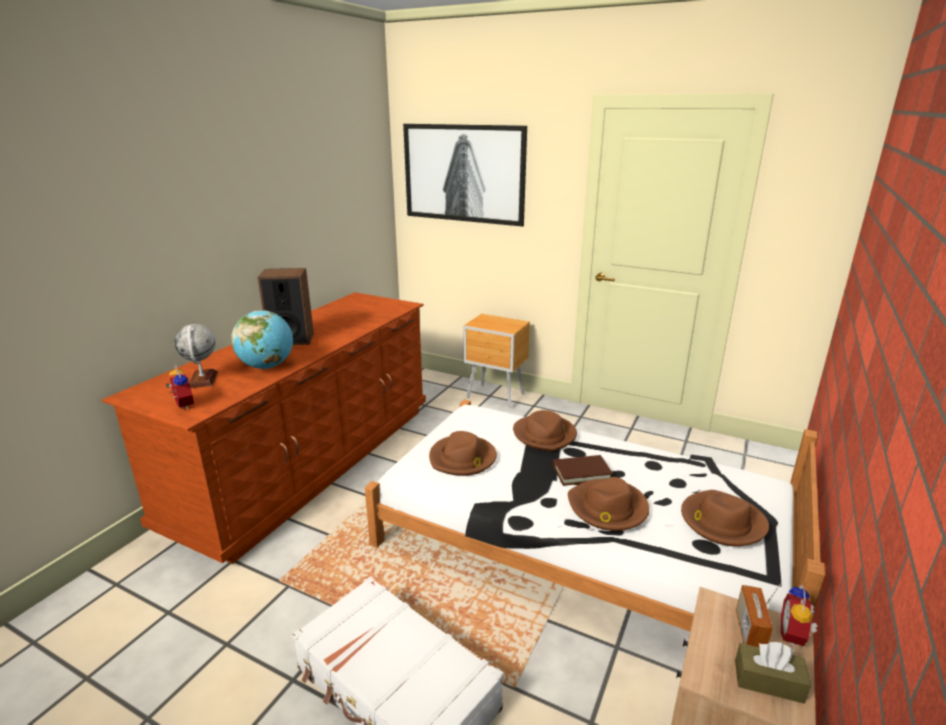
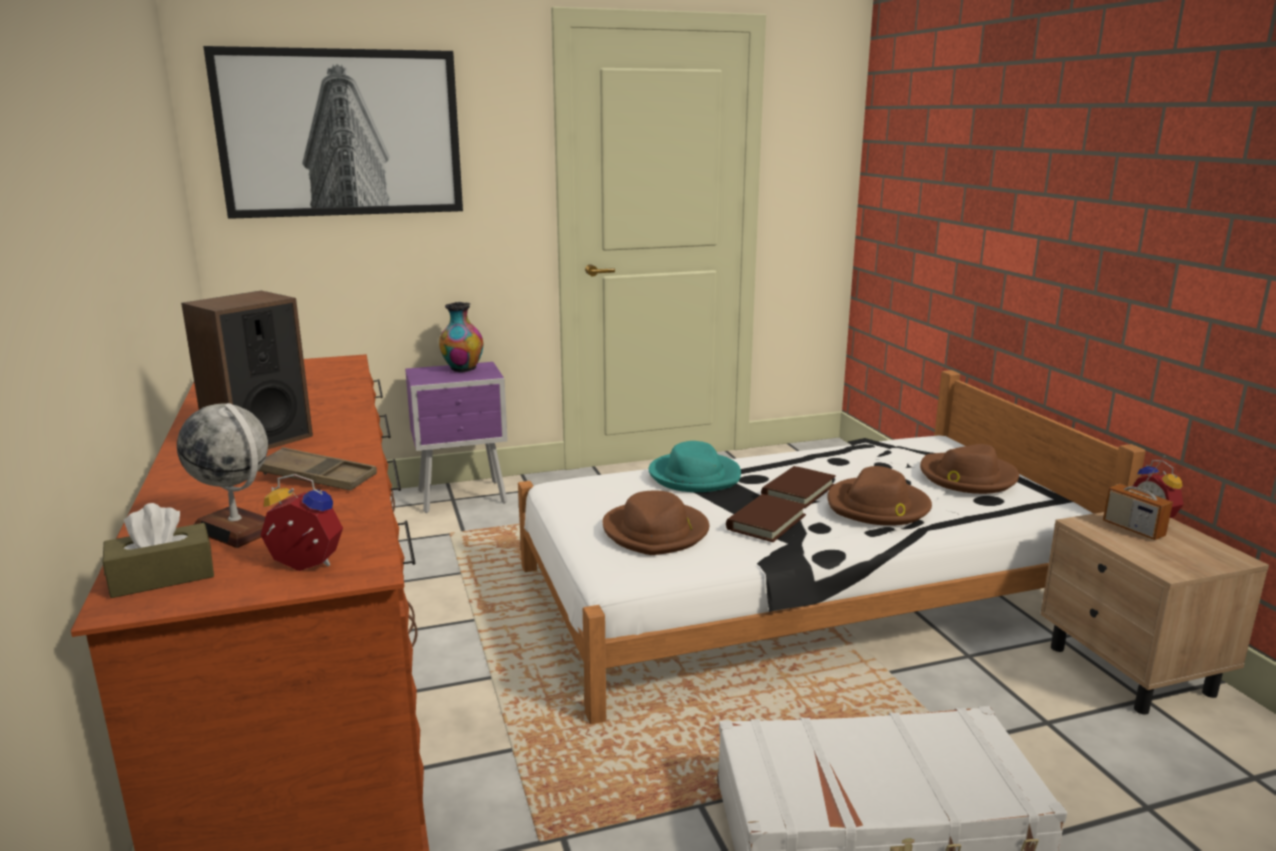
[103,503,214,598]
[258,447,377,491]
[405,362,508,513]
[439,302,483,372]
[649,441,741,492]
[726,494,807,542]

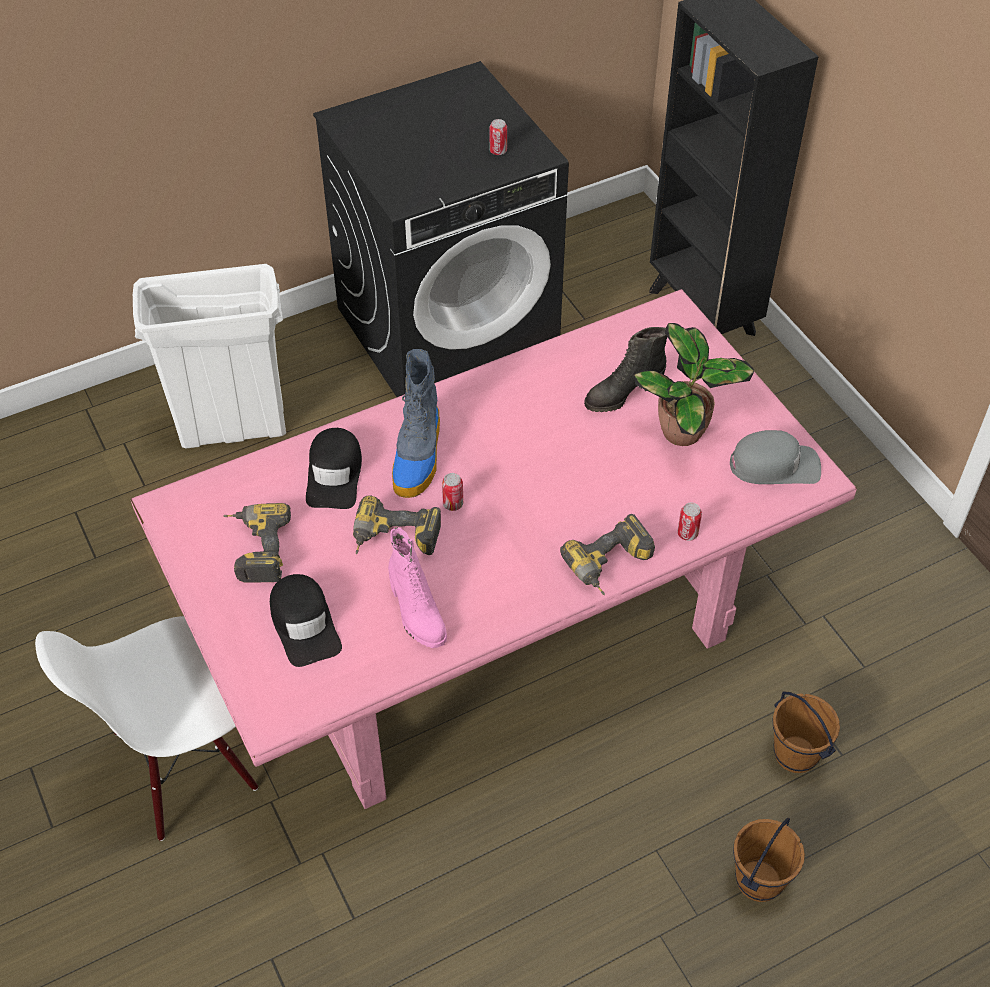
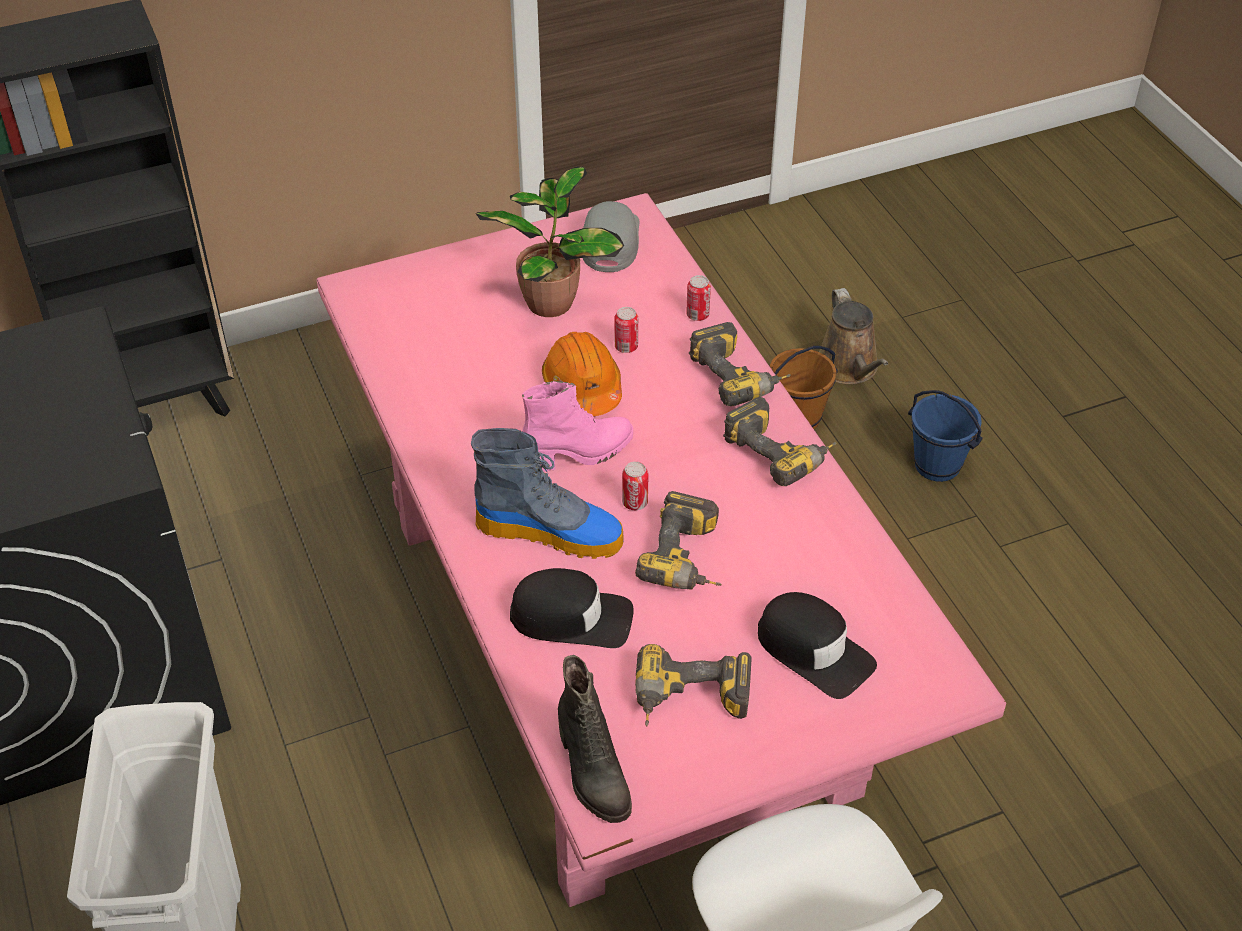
[522,381,633,472]
[542,332,622,416]
[558,655,632,823]
[614,307,638,353]
[723,397,836,486]
[758,592,877,699]
[819,288,888,384]
[908,390,983,482]

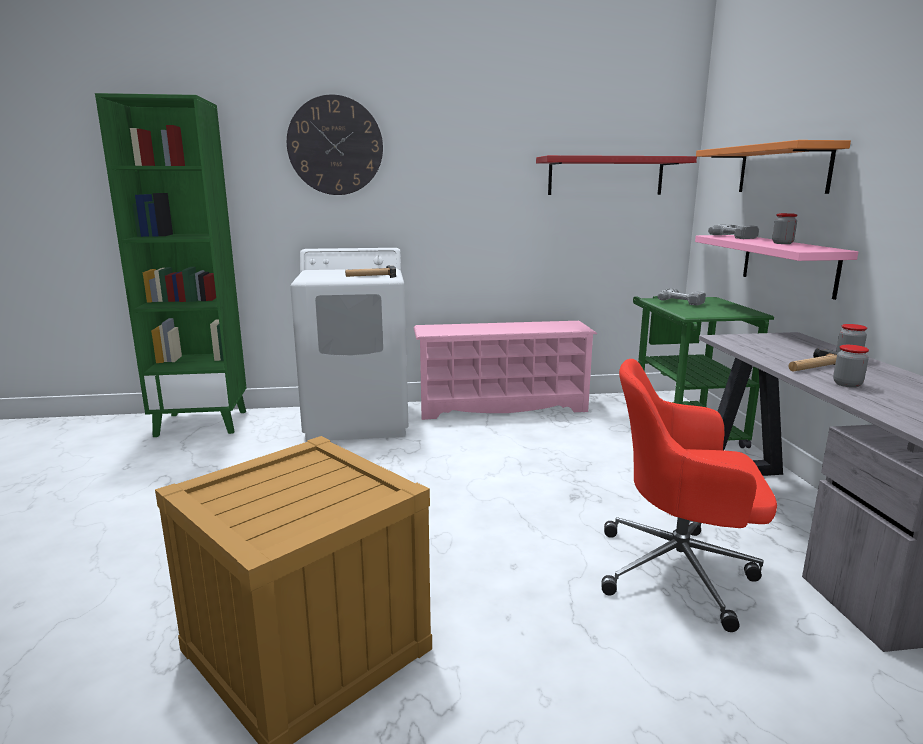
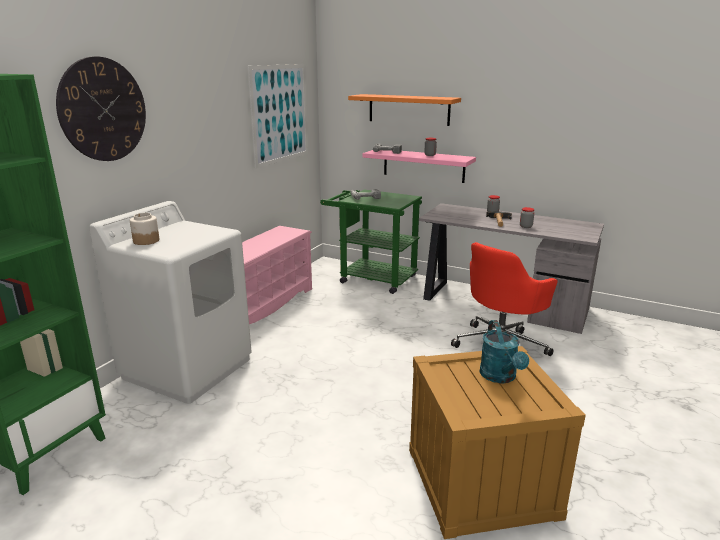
[130,213,159,245]
[248,64,308,168]
[479,320,529,383]
[345,265,396,278] (first image)

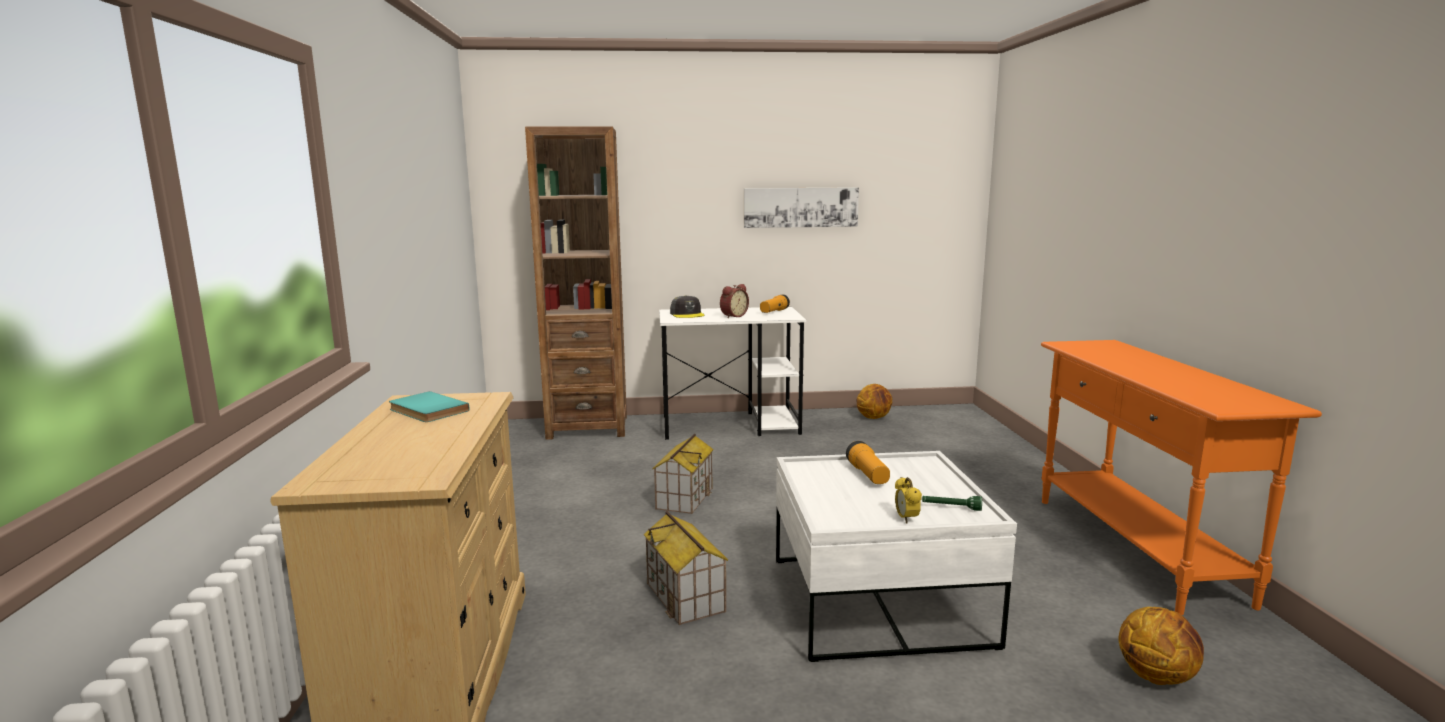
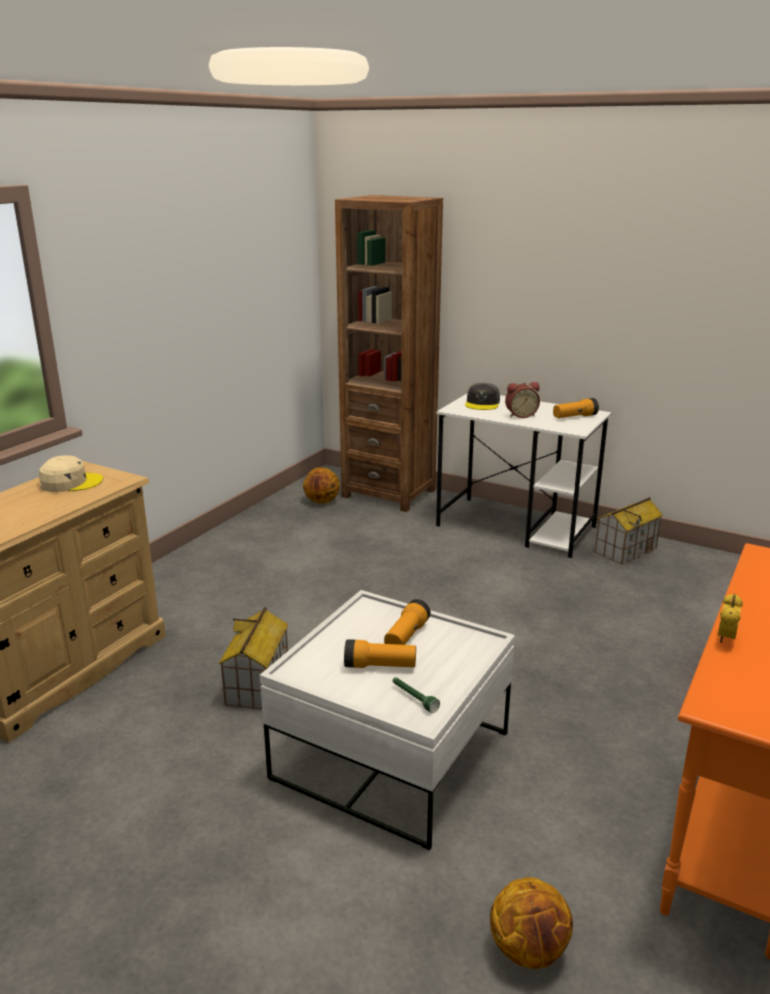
[39,456,103,492]
[303,467,340,503]
[344,639,416,668]
[595,497,663,565]
[718,594,743,643]
[744,187,859,228] (first image)

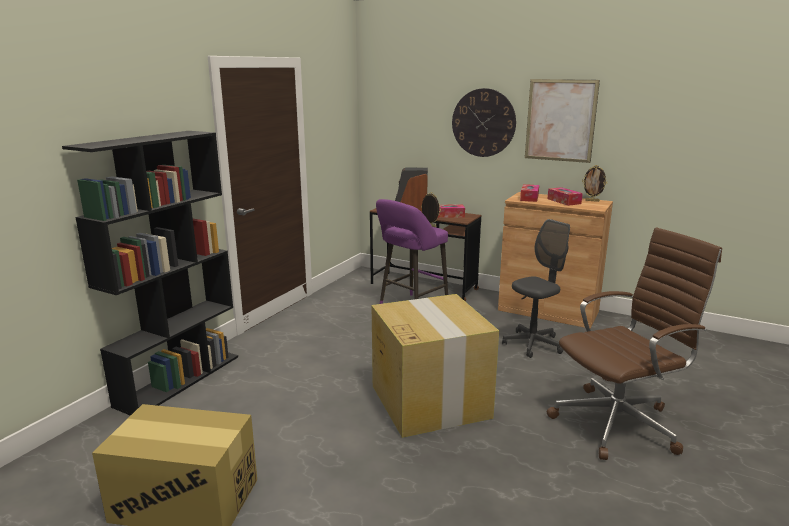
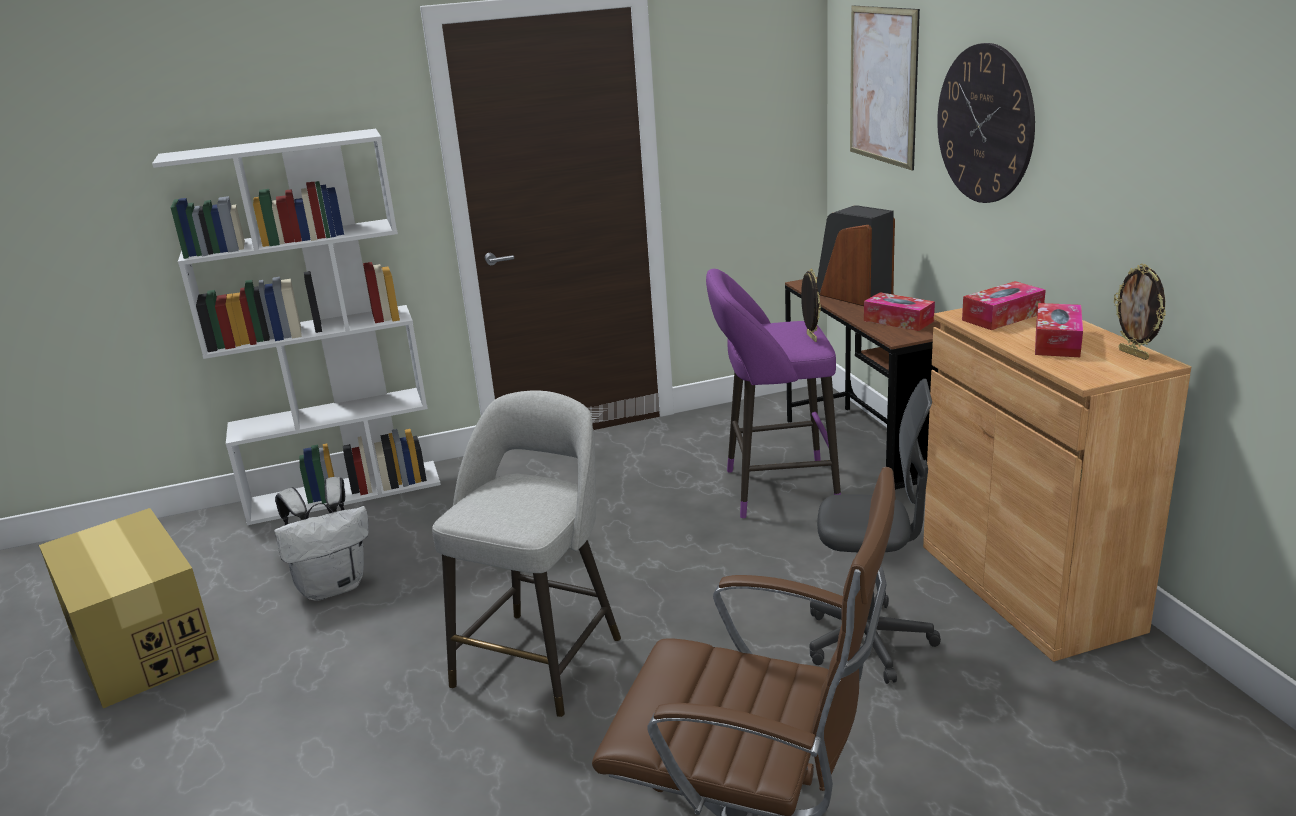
[152,129,441,525]
[274,477,369,601]
[432,391,621,717]
[850,6,920,171]

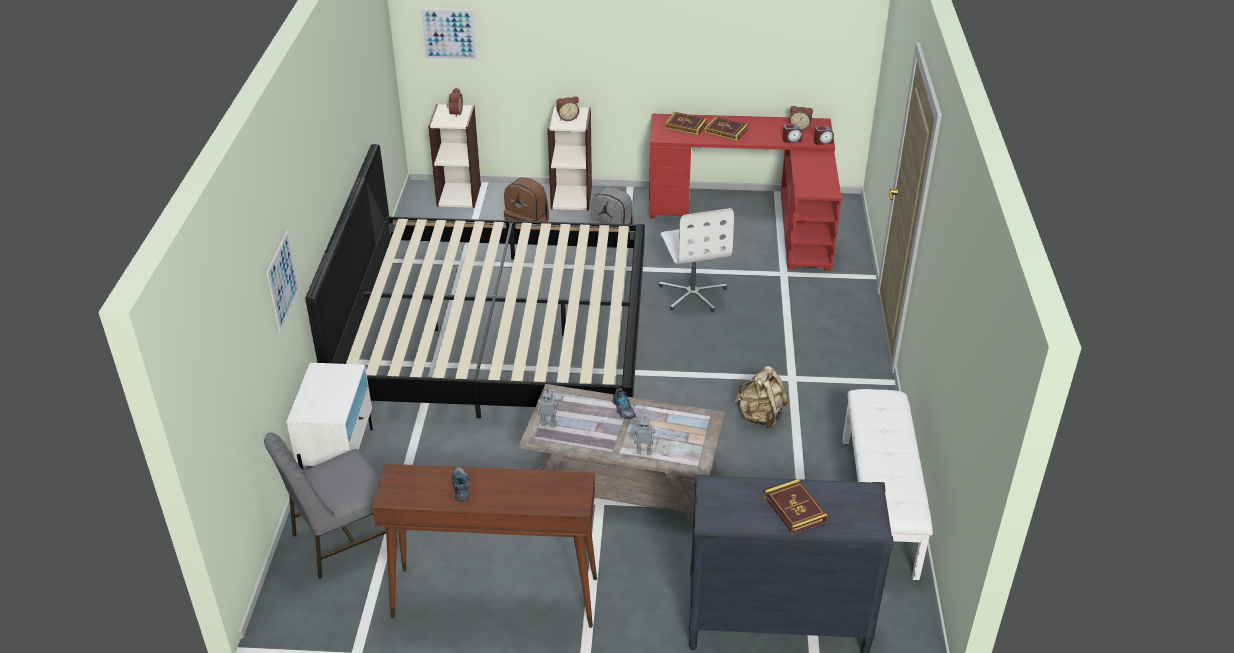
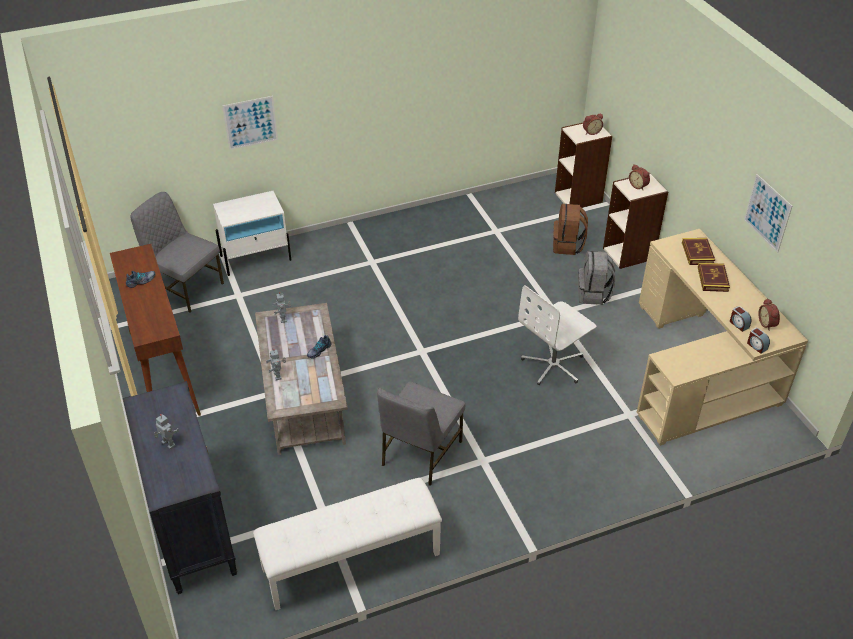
[154,414,179,449]
[377,381,465,486]
[637,229,808,446]
[744,174,792,253]
[305,144,645,418] (first image)

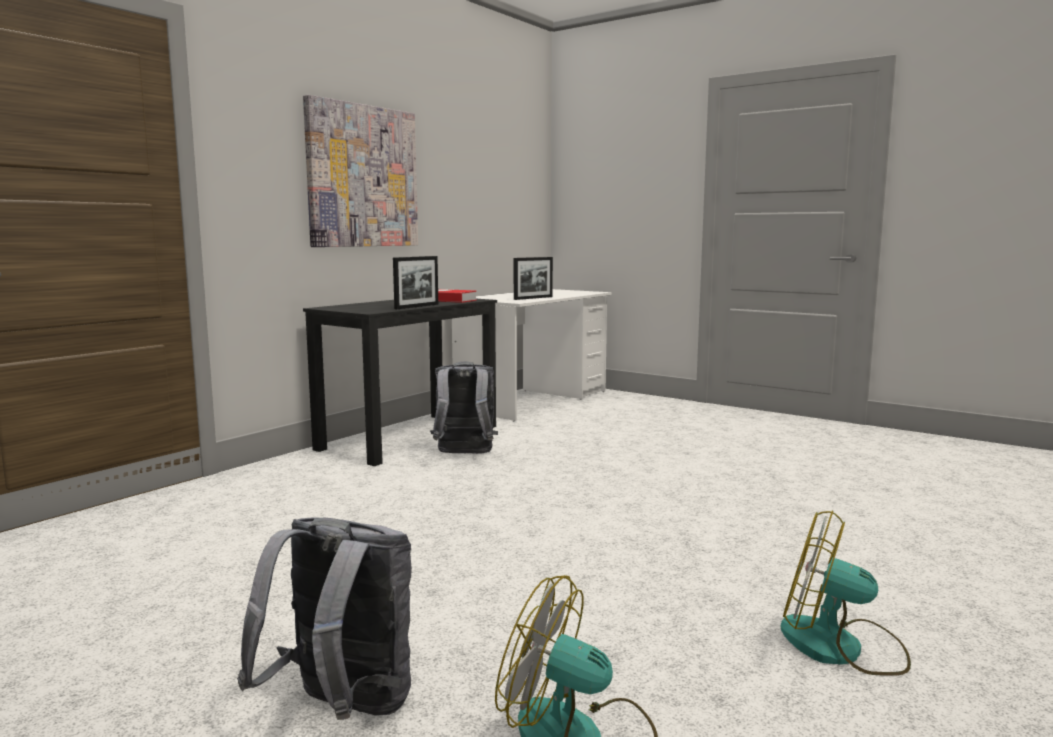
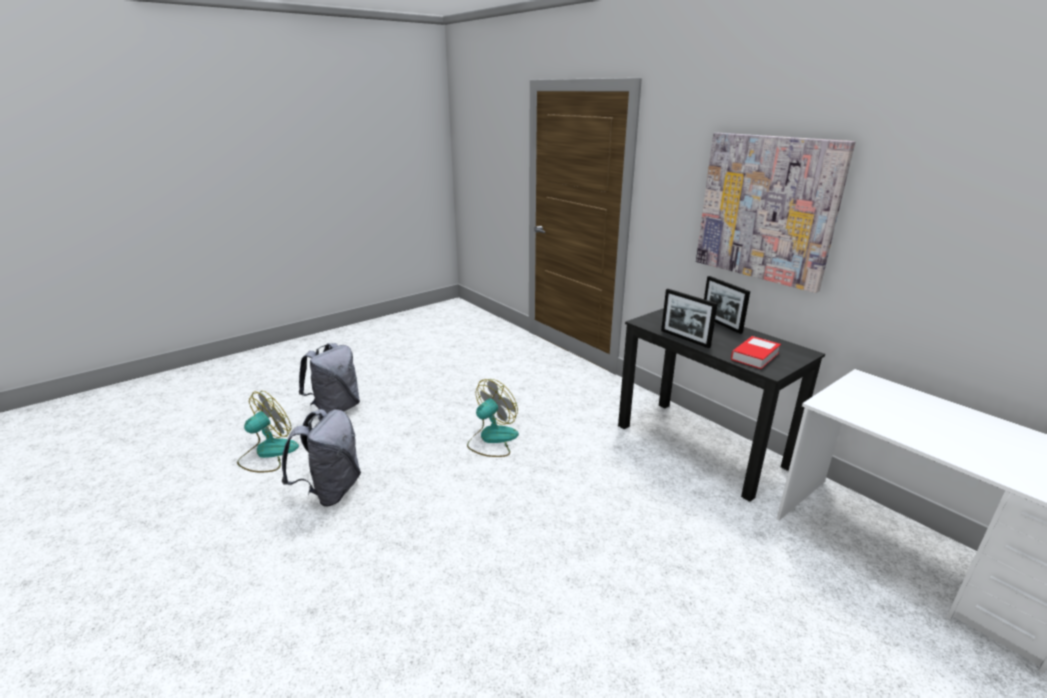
[282,409,361,507]
[467,379,519,457]
[704,276,750,334]

